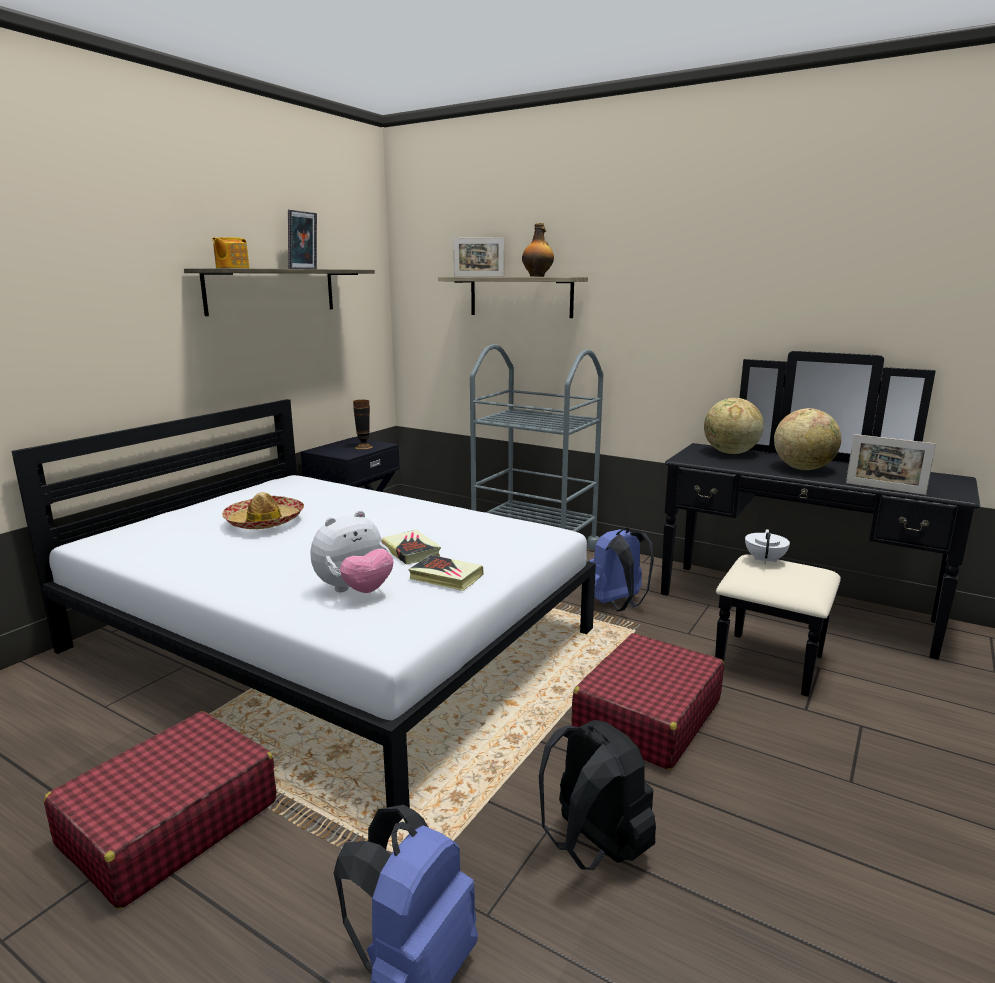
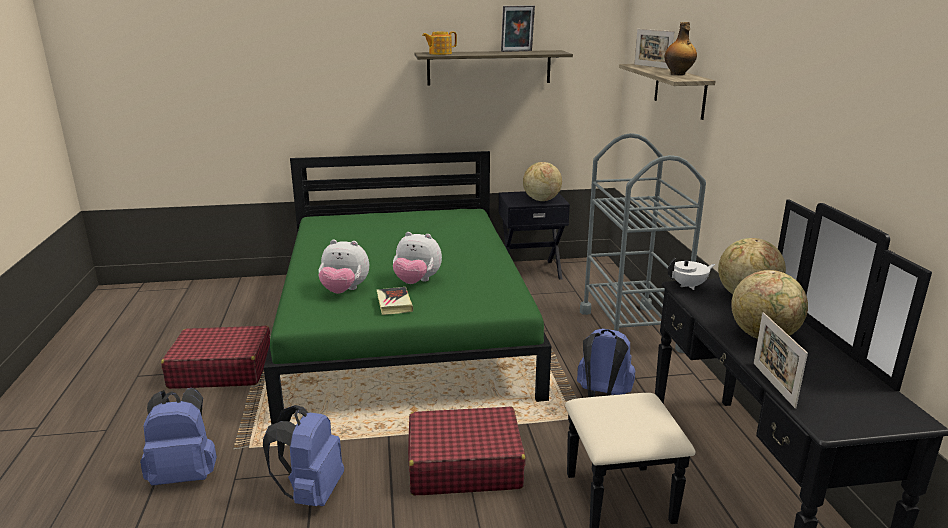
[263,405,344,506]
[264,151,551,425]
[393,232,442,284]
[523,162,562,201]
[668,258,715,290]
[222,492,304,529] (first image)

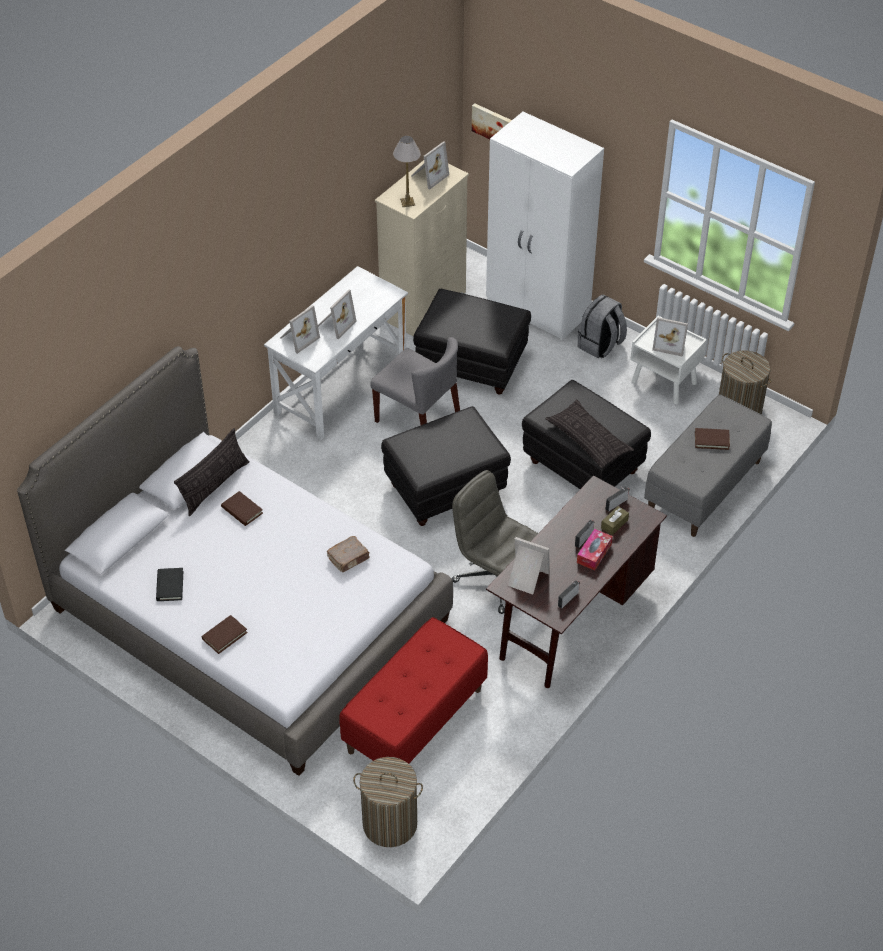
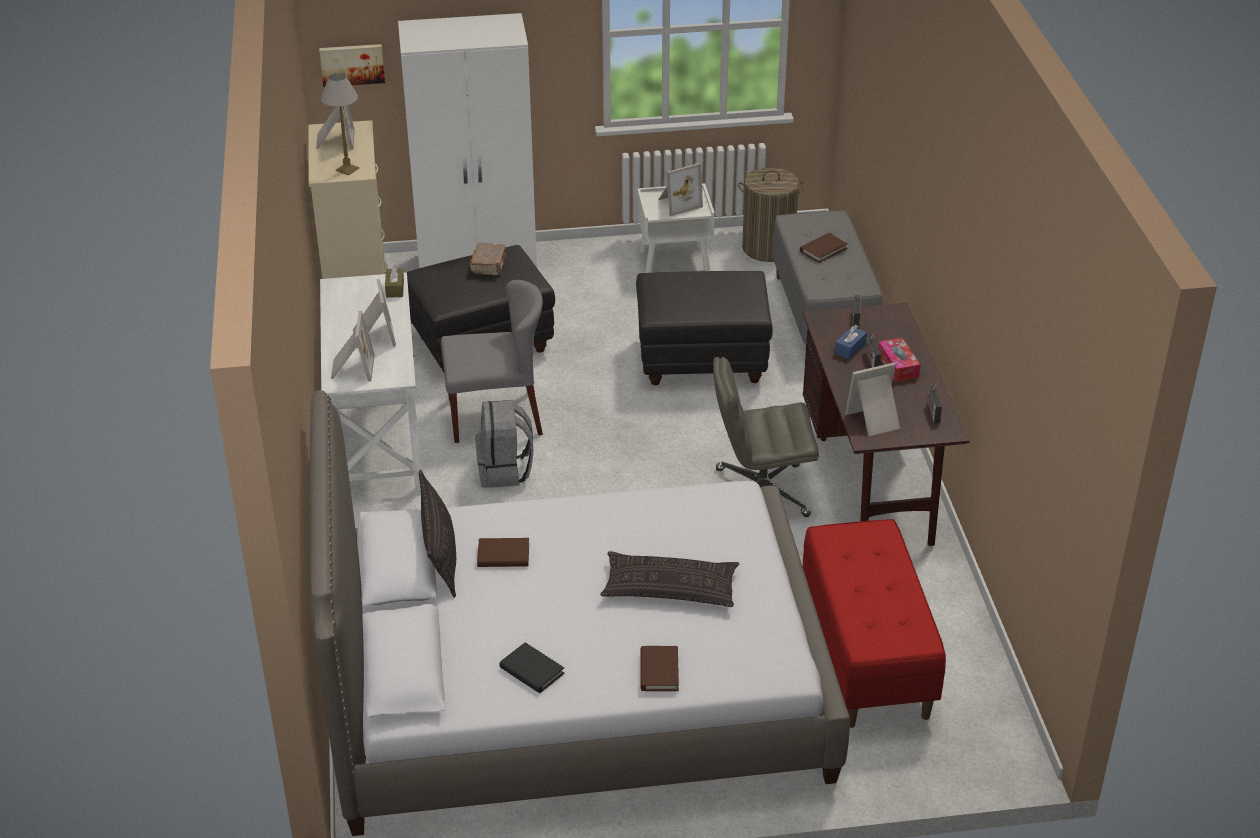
[385,265,404,298]
[470,243,507,276]
[475,400,533,488]
[600,551,740,607]
[834,325,867,359]
[353,757,423,847] (first image)
[381,406,511,526] (first image)

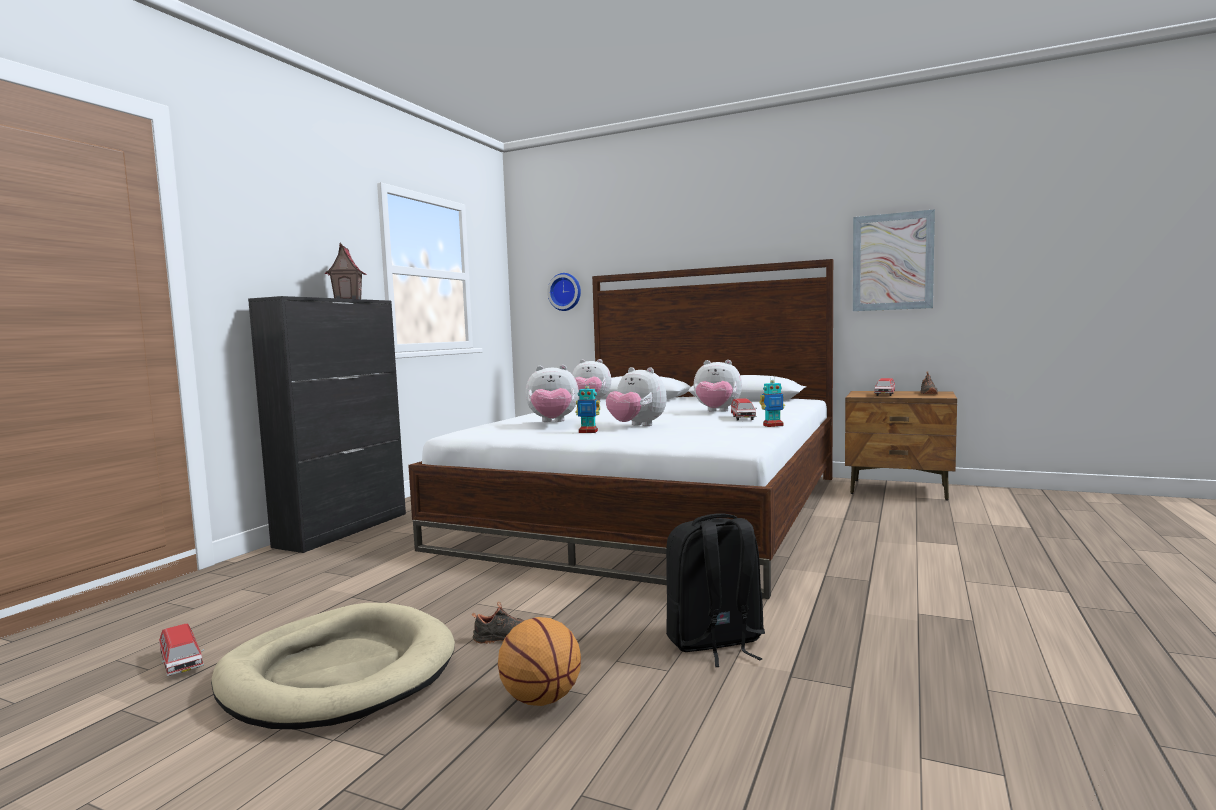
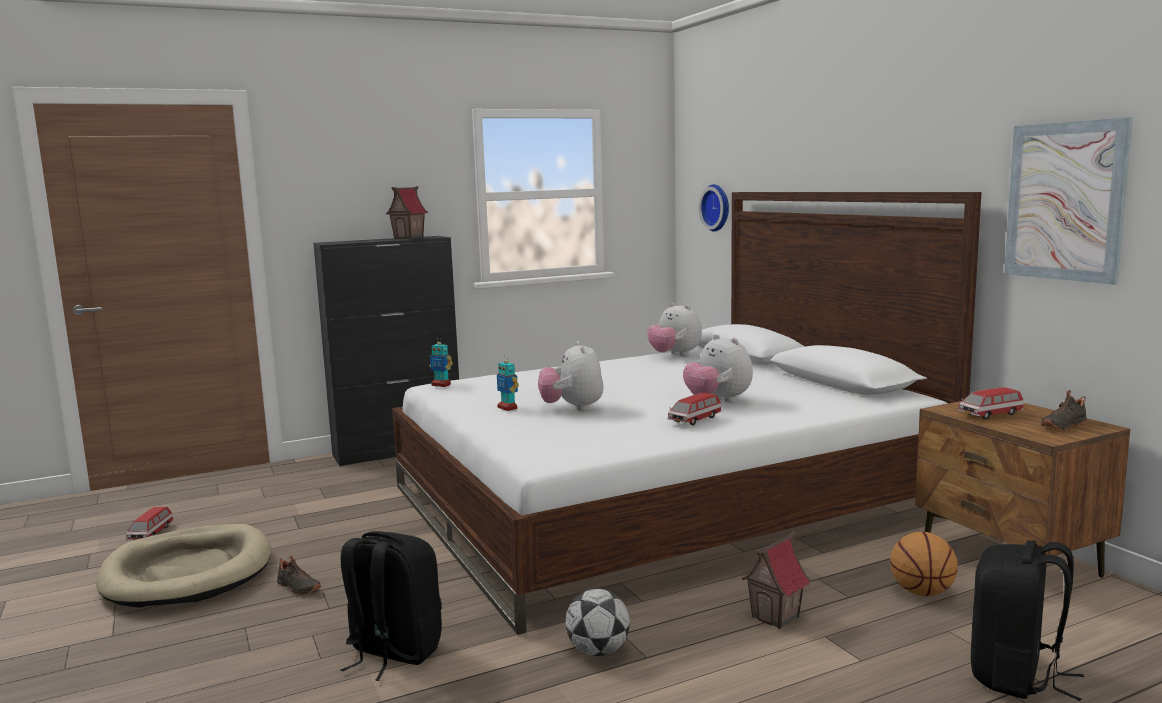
[430,337,453,387]
[565,589,630,656]
[741,531,811,629]
[890,532,958,596]
[971,540,1084,701]
[526,365,579,422] (first image)

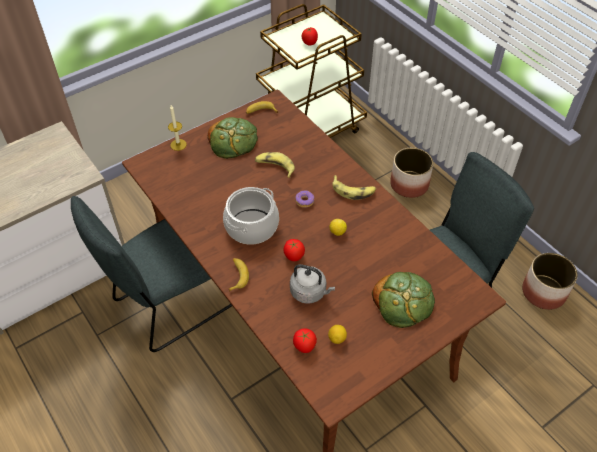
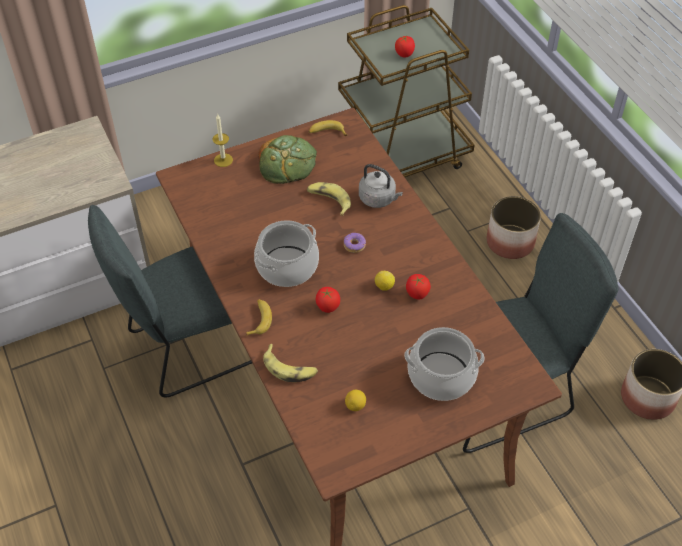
[263,344,318,382]
[359,164,403,208]
[404,327,484,401]
[406,274,431,300]

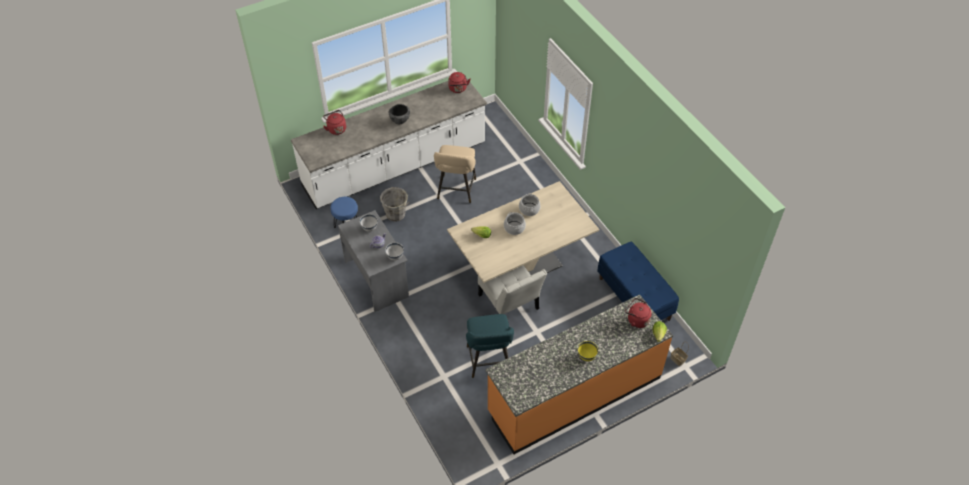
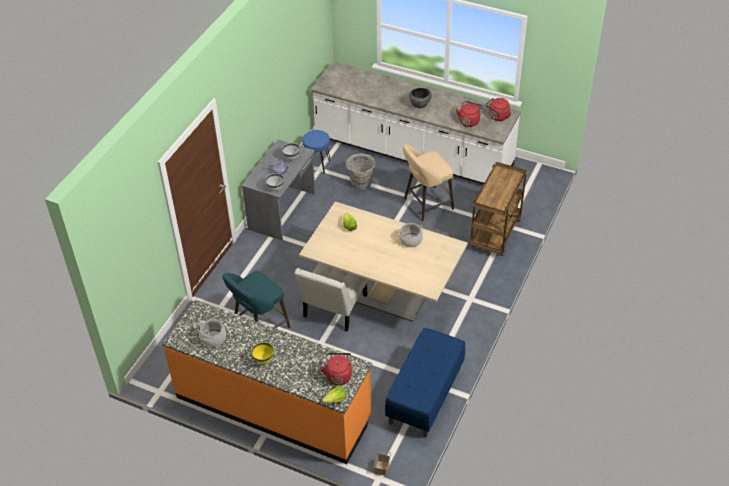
[199,319,226,347]
[456,101,483,127]
[470,162,527,256]

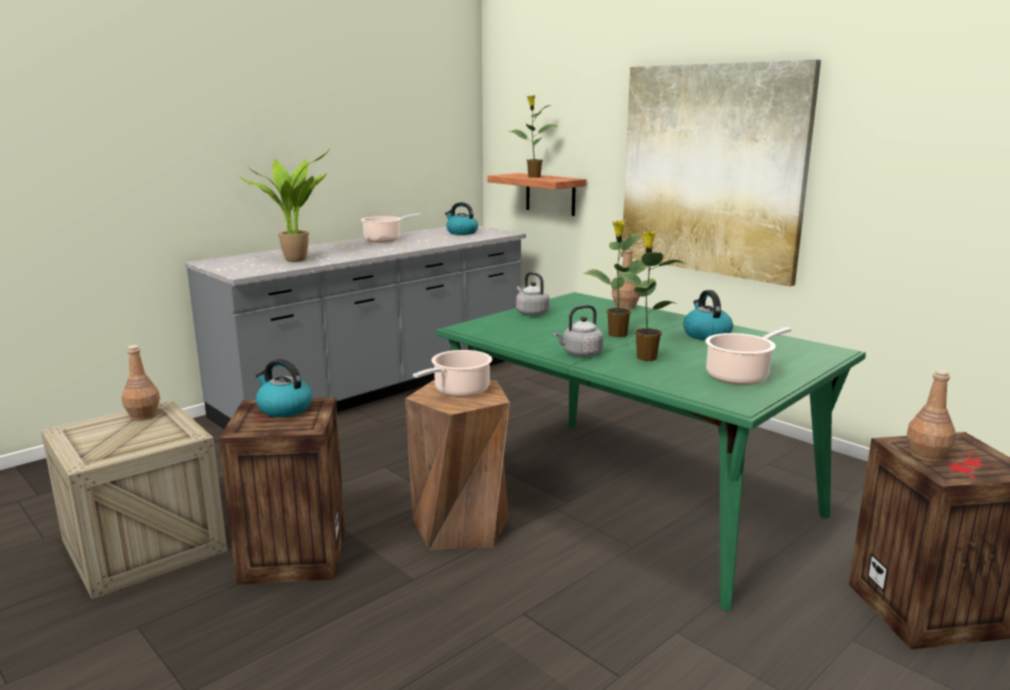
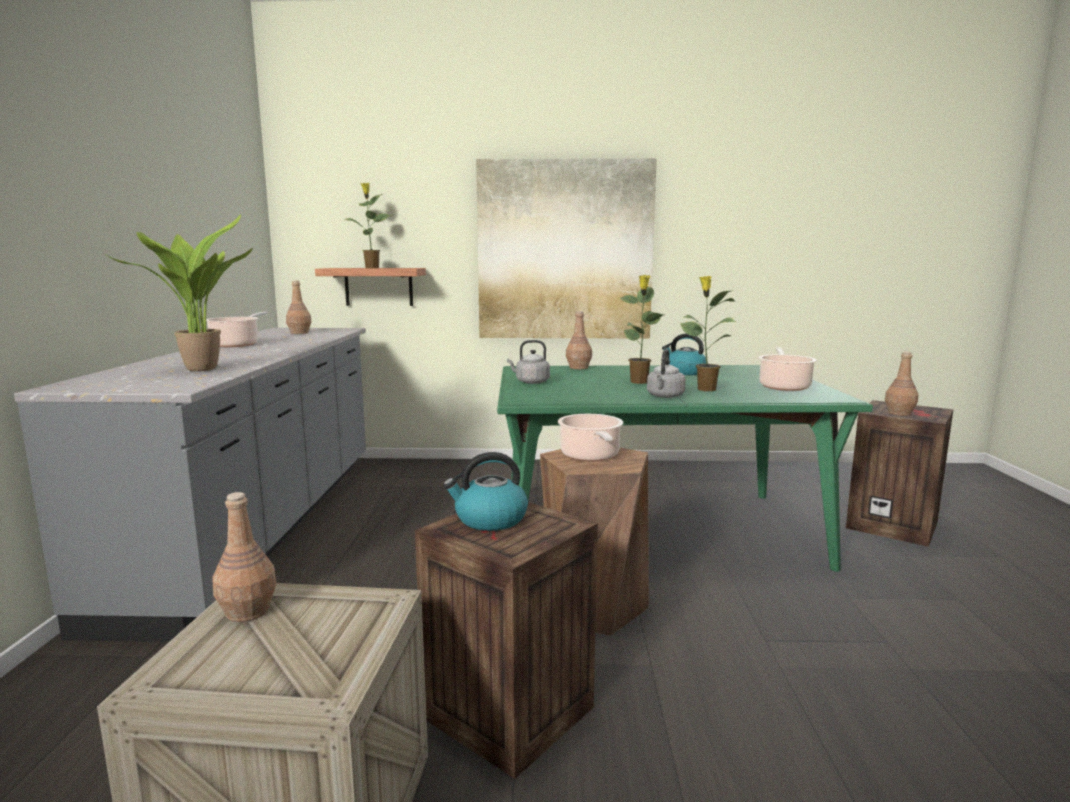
[286,281,311,334]

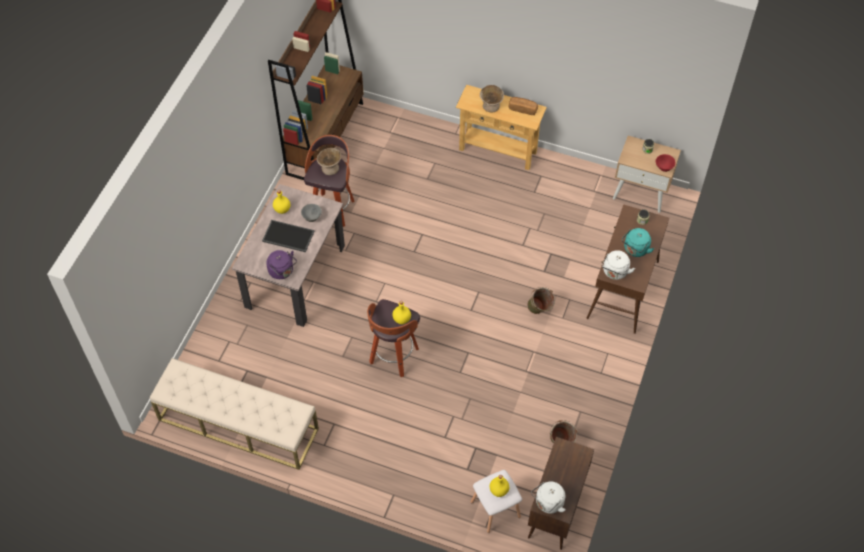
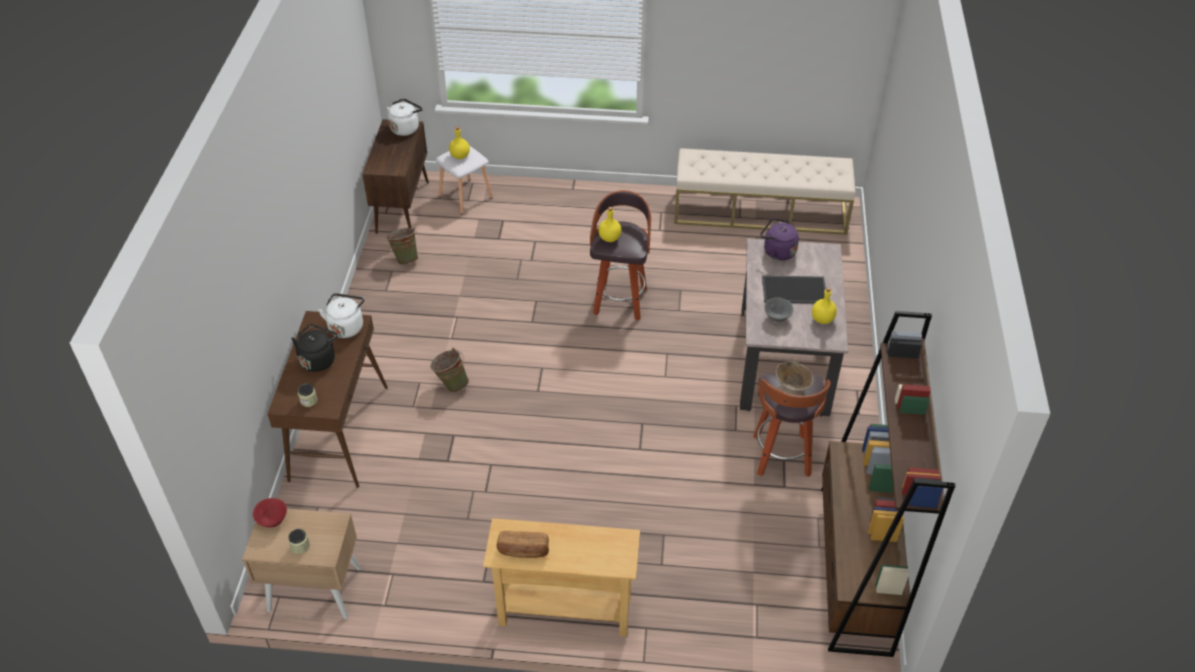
[291,324,338,372]
[480,85,504,112] (first image)

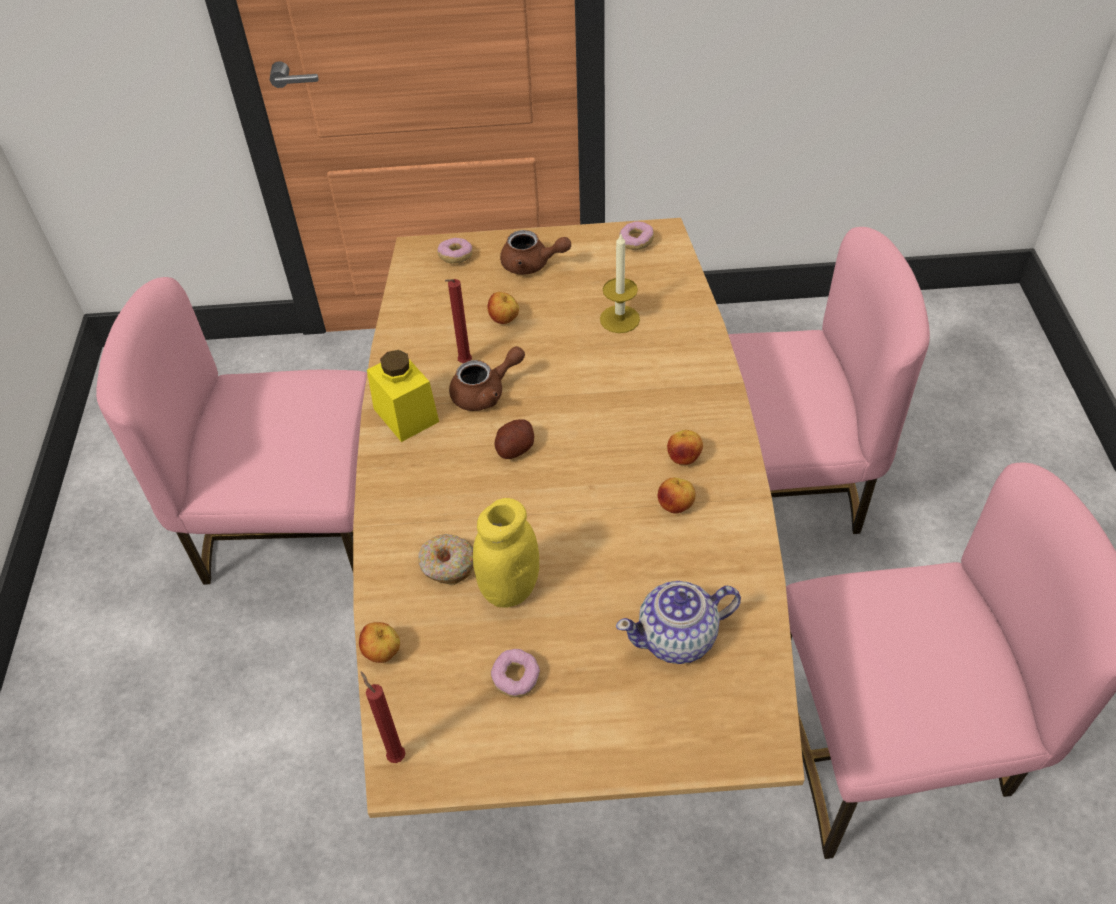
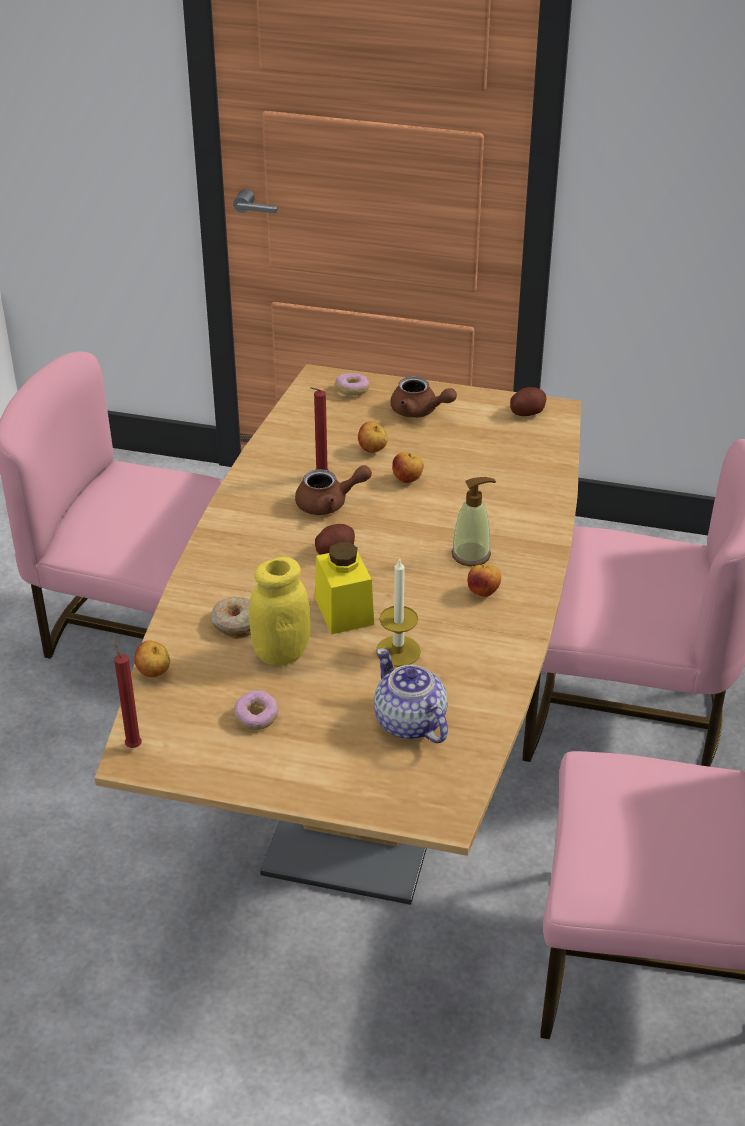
[315,542,374,635]
[374,648,448,743]
[376,558,421,667]
[392,452,424,483]
[451,477,496,566]
[510,387,546,416]

